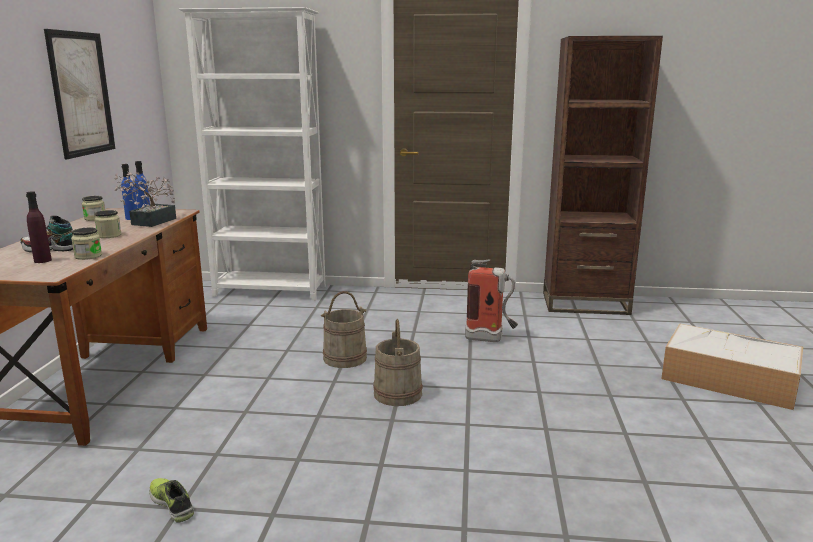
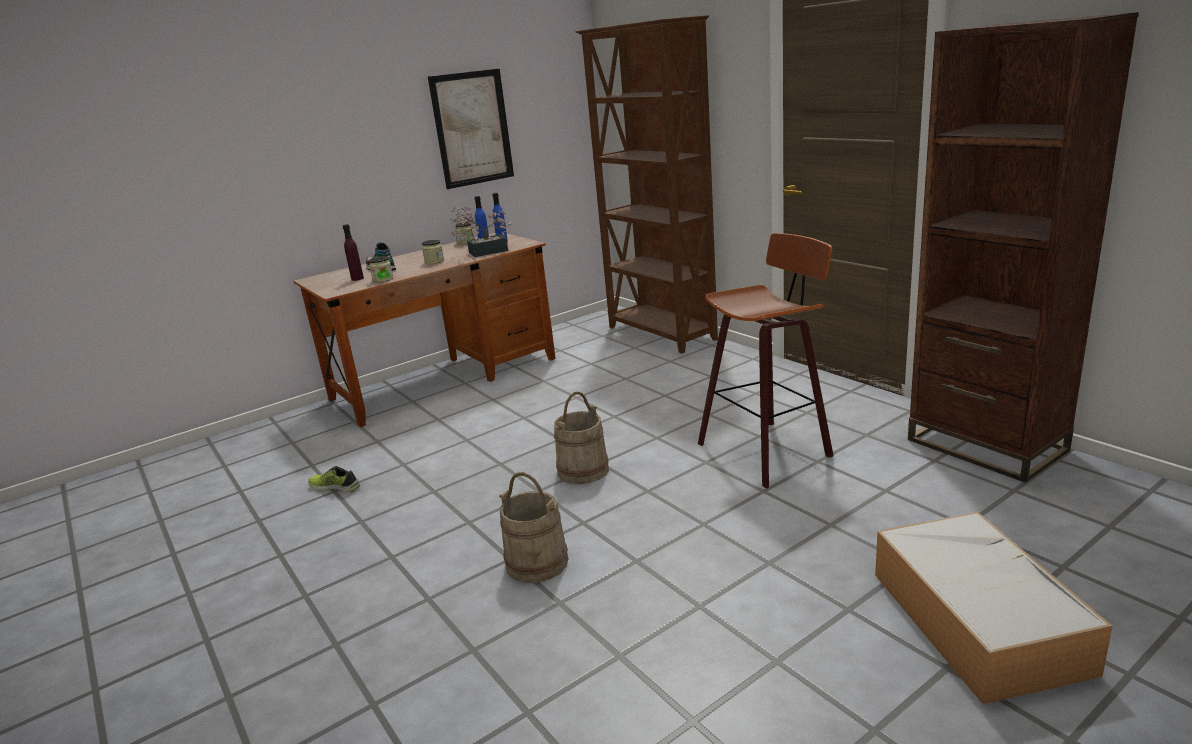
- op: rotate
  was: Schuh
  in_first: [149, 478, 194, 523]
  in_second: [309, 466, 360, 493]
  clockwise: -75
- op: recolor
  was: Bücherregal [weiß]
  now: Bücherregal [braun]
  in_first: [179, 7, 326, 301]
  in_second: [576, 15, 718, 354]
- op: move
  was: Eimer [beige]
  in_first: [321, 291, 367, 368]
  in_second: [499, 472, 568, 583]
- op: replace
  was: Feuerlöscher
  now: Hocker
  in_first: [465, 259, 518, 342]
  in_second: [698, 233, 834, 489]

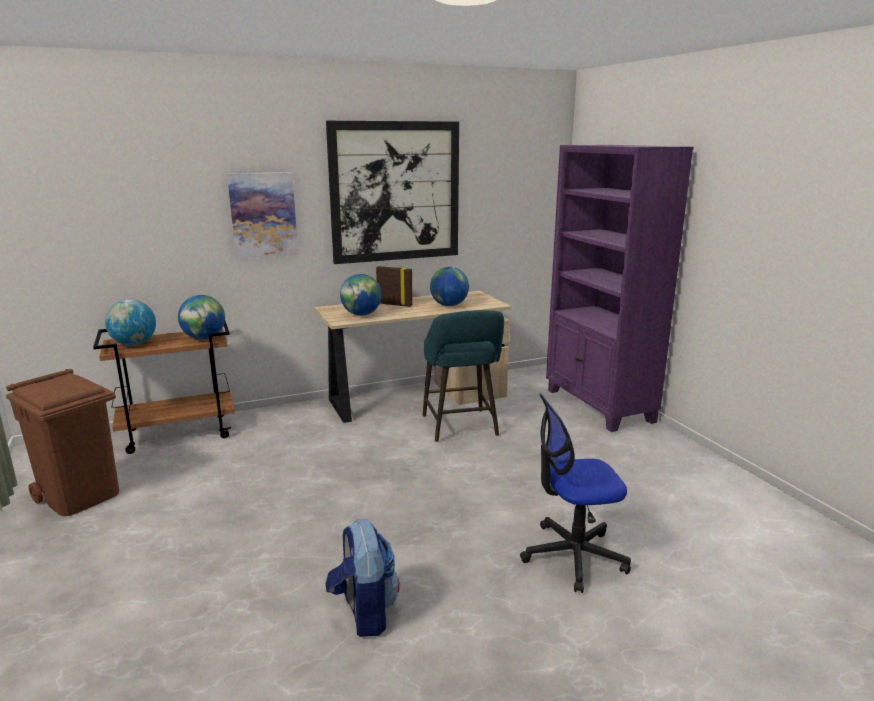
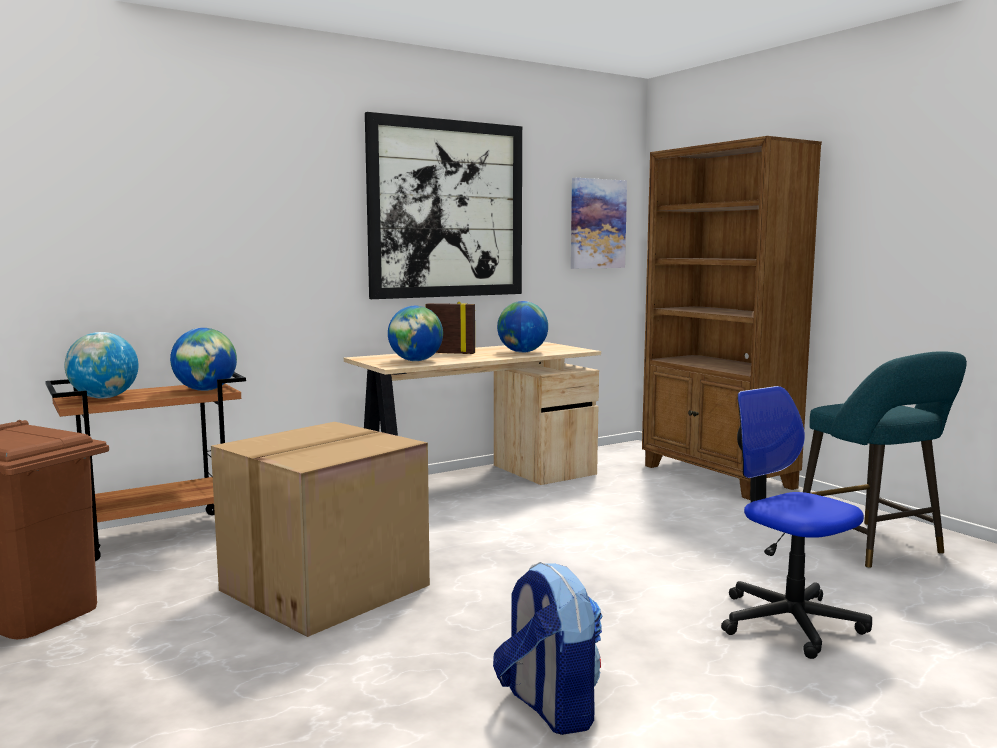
- op: move
  was: Bild
  in_first: [227, 172, 298, 259]
  in_second: [571, 178, 627, 269]
- op: move
  was: Hocker [türkis]
  in_first: [423, 310, 504, 442]
  in_second: [803, 351, 967, 569]
- op: rotate
  was: Bürostuhl
  in_first: [520, 393, 631, 593]
  in_second: [721, 386, 872, 659]
  clockwise: 75
- op: recolor
  was: Bücherregal [lila]
  now: Bücherregal [braun]
  in_first: [546, 145, 694, 432]
  in_second: [642, 136, 822, 500]
- op: insert
  now: Karton
  in_second: [211, 422, 430, 637]

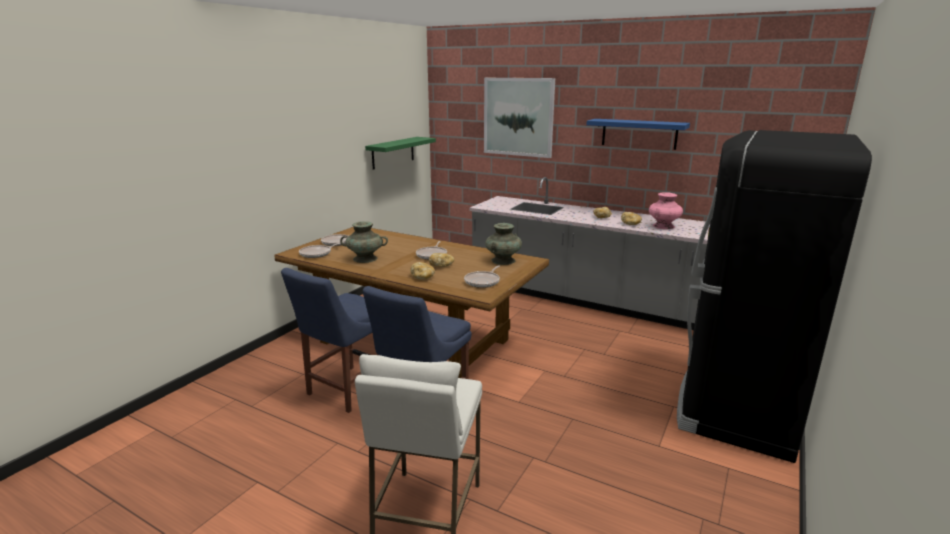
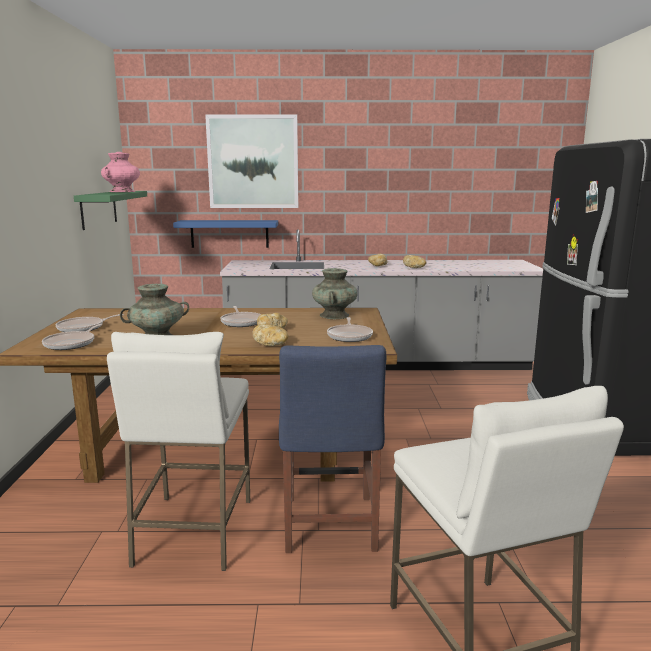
- op: replace
  was: Stuhl [blau]
  now: Hocker [weiß]
  in_first: [281, 268, 372, 413]
  in_second: [107, 332, 251, 571]
- op: move
  was: Wandregal [blau]
  in_first: [586, 119, 690, 150]
  in_second: [173, 220, 278, 248]
- op: move
  was: Vase [rosa]
  in_first: [649, 192, 683, 229]
  in_second: [101, 152, 140, 192]

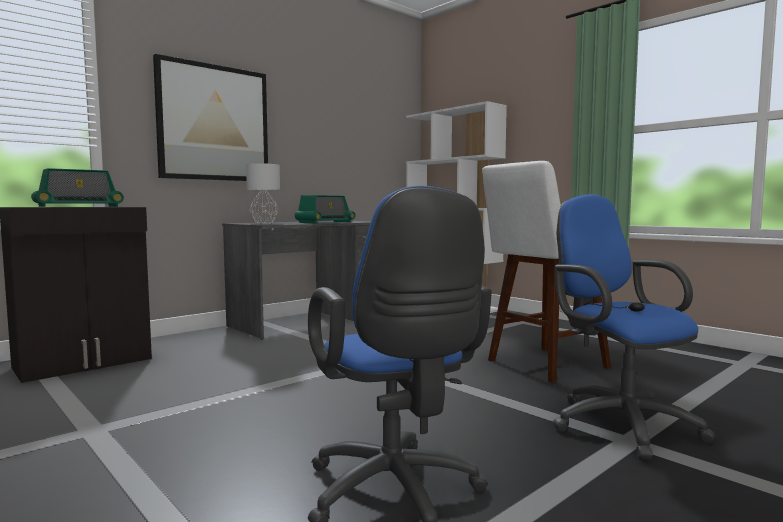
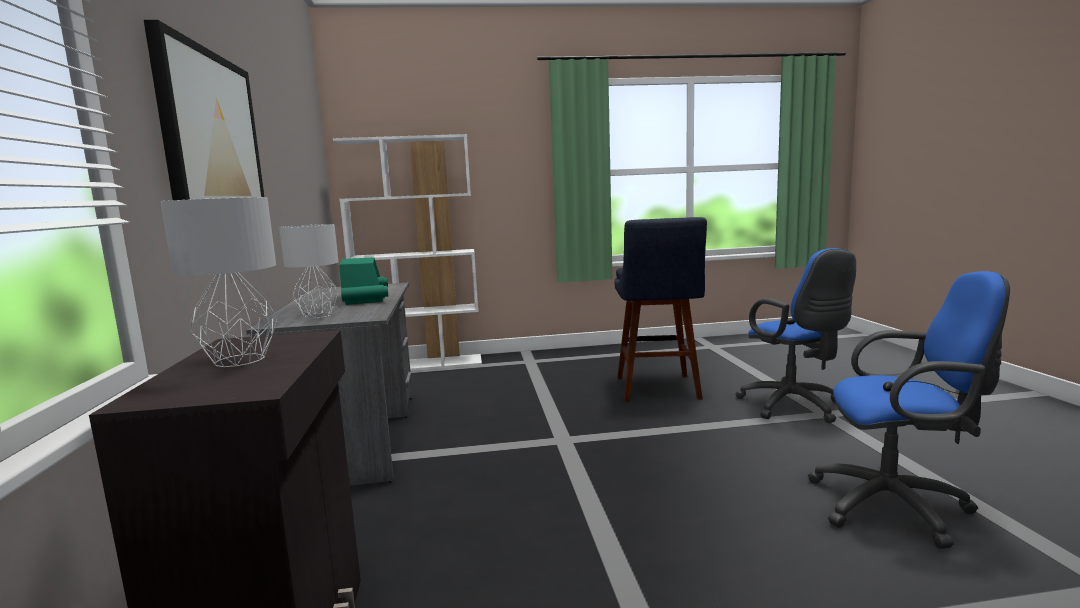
- op: replace
  was: Radio
  now: Tischlampe [grau]
  in_first: [31, 168, 124, 207]
  in_second: [160, 197, 277, 367]
- op: recolor
  was: Hocker [weiß]
  now: Hocker [blau]
  in_first: [482, 161, 611, 383]
  in_second: [615, 217, 707, 402]
- op: rotate
  was: Bürostuhl [blau]
  in_first: [553, 194, 715, 461]
  in_second: [735, 248, 856, 423]
  clockwise: -120

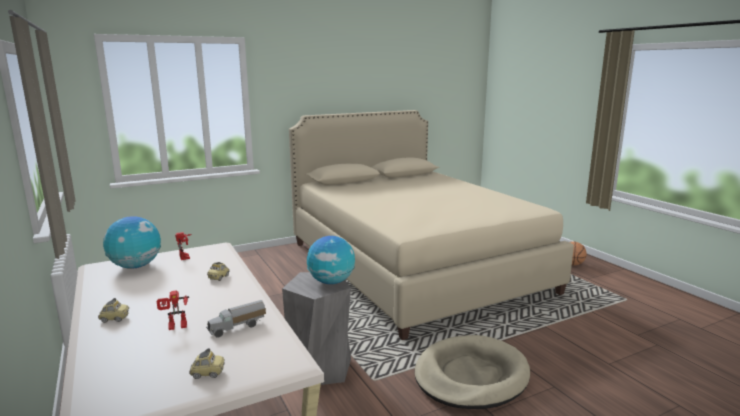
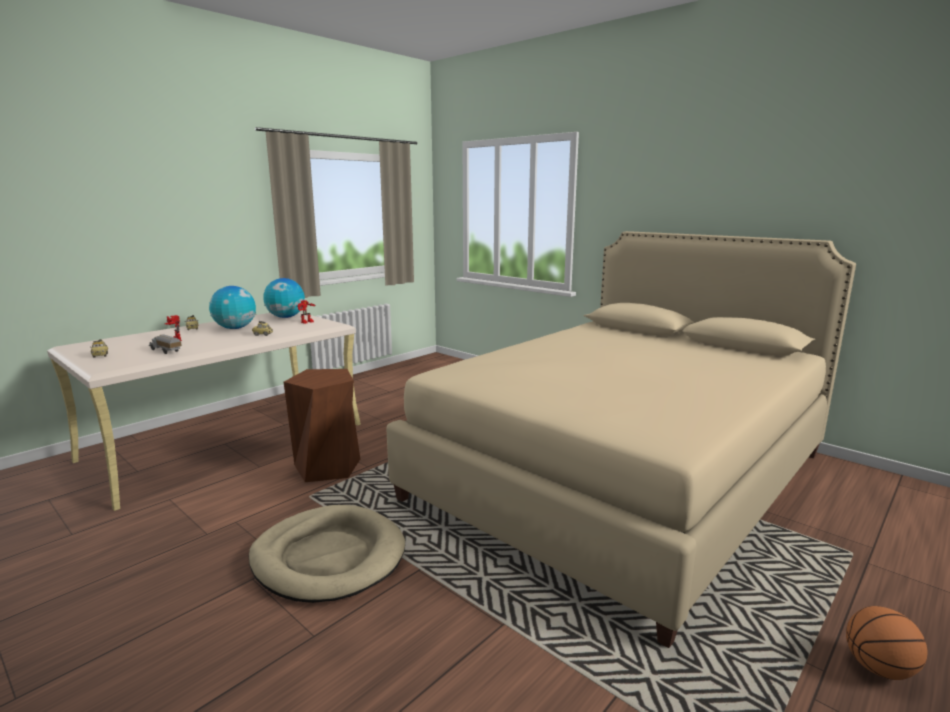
- op: recolor
  was: Hocker [grau]
  now: Hocker [braun]
  in_first: [282, 272, 351, 385]
  in_second: [284, 369, 360, 482]
- op: move
  was: Globus
  in_first: [307, 236, 355, 284]
  in_second: [209, 286, 256, 329]

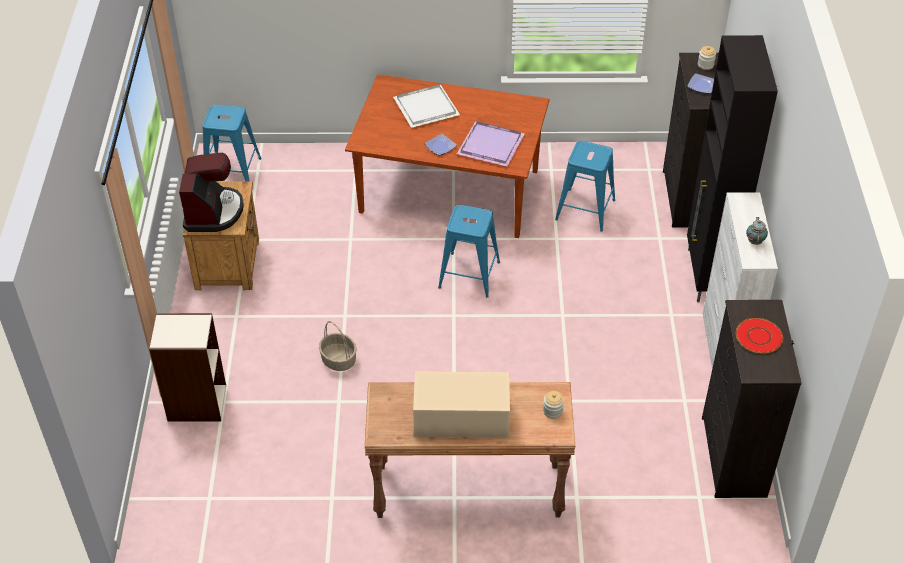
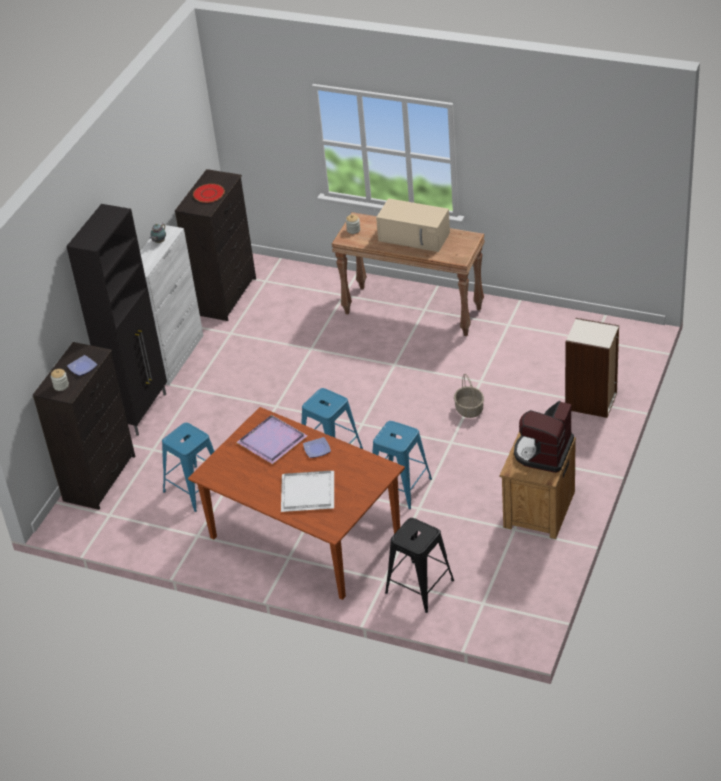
- op: move
  was: Hocker [blau]
  in_first: [203, 105, 261, 181]
  in_second: [372, 421, 432, 509]
- op: insert
  now: Hocker [schwarz]
  in_second: [385, 518, 454, 613]

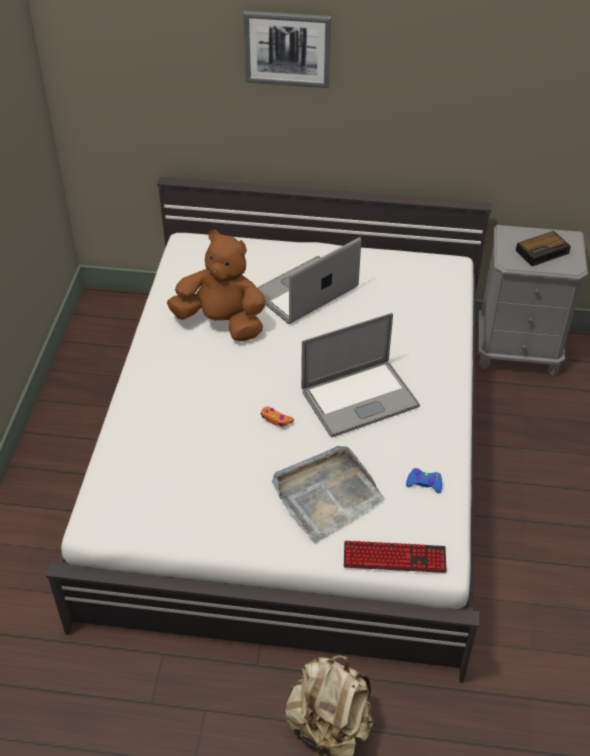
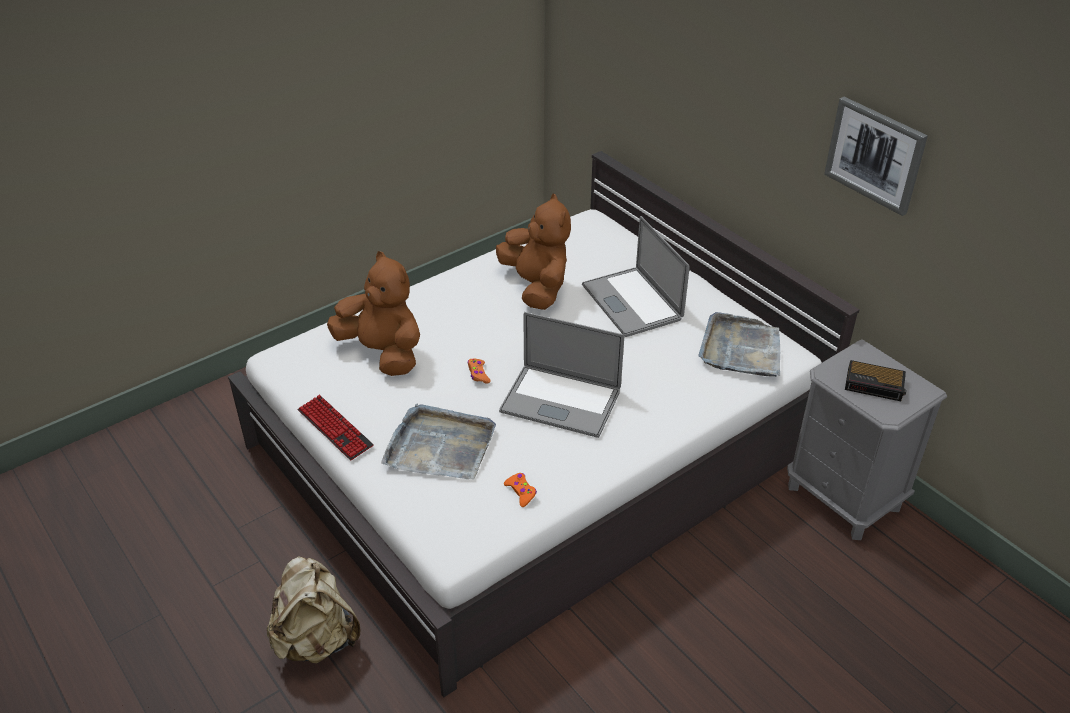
- op: move
  was: Bild
  in_first: [243, 11, 331, 88]
  in_second: [824, 97, 928, 216]
- op: rotate
  was: Laptop
  in_first: [257, 237, 361, 324]
  in_second: [582, 216, 690, 337]
  clockwise: -120
- op: move
  was: Tastatur
  in_first: [344, 540, 447, 573]
  in_second: [298, 395, 374, 460]
- op: recolor
  was: Gamepad [blau]
  now: Gamepad [orange]
  in_first: [406, 468, 442, 493]
  in_second: [504, 473, 537, 507]
- op: insert
  now: Plüschtier [braun]
  in_second: [327, 251, 420, 376]
- op: insert
  now: Tablett [grau]
  in_second: [698, 312, 780, 377]

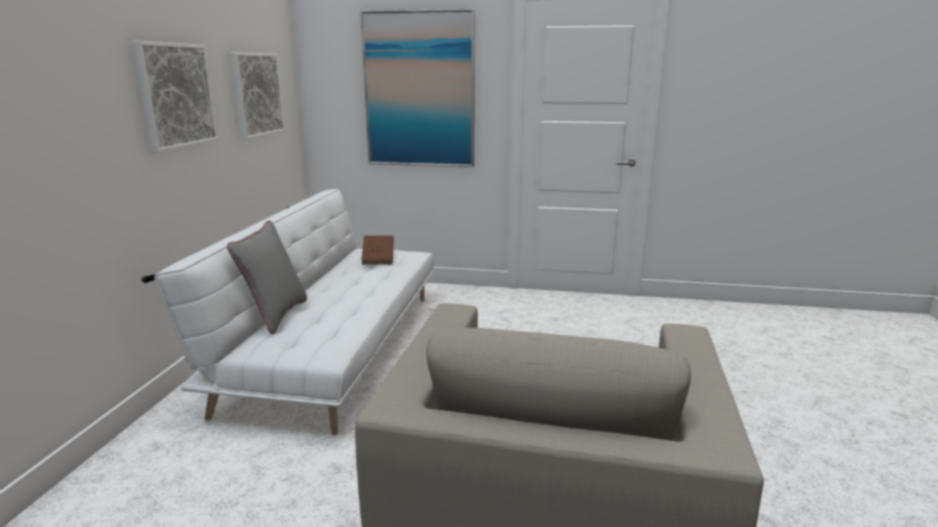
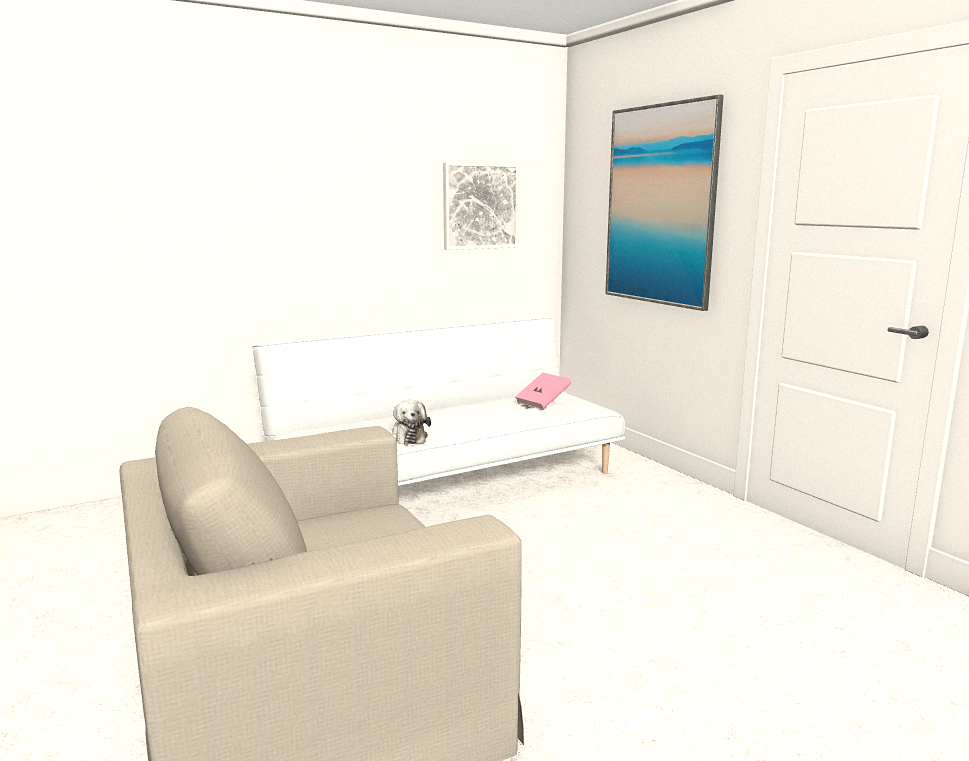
- op: delete
  was: Bild
  in_first: [132, 41, 219, 153]
- op: delete
  was: Kissen [grau]
  in_first: [227, 220, 307, 334]
- op: recolor
  was: Buch [braun]
  now: Buch [rosa]
  in_first: [361, 235, 394, 265]
  in_second: [515, 373, 571, 410]
- op: insert
  now: Plüschtier
  in_second: [392, 400, 431, 445]

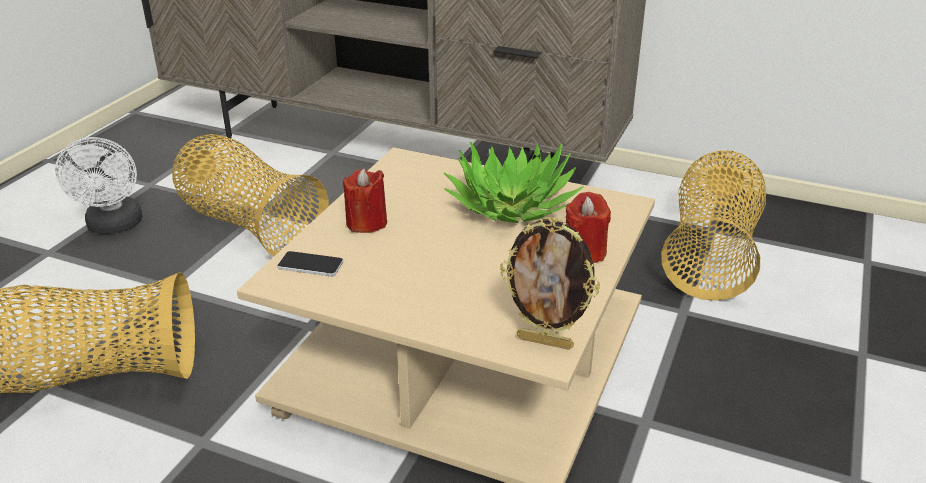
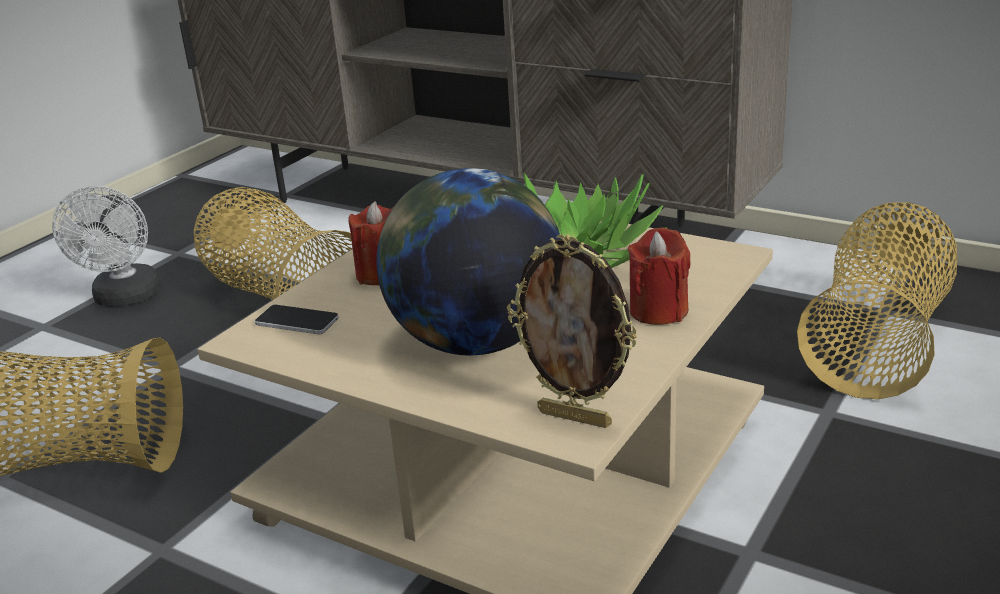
- op: insert
  now: Globus
  in_second: [376, 168, 561, 356]

